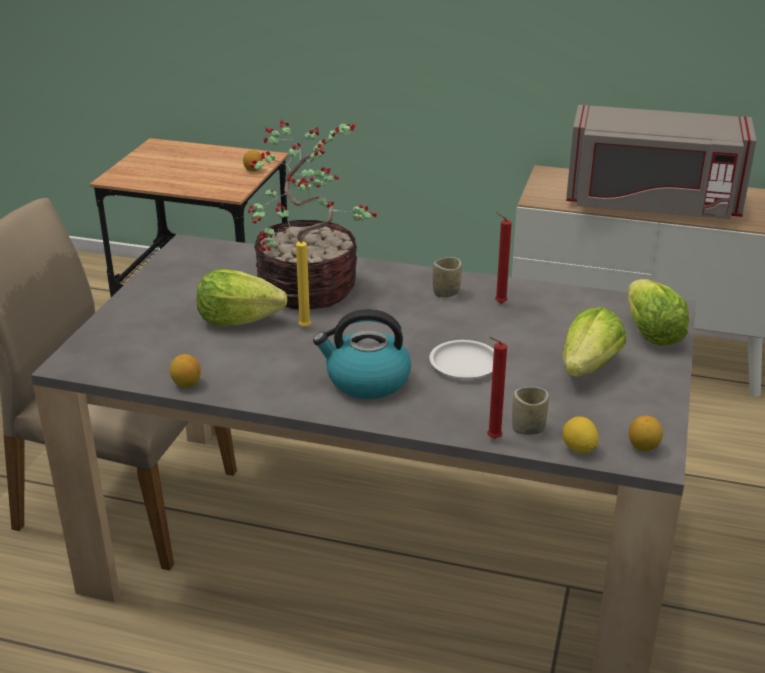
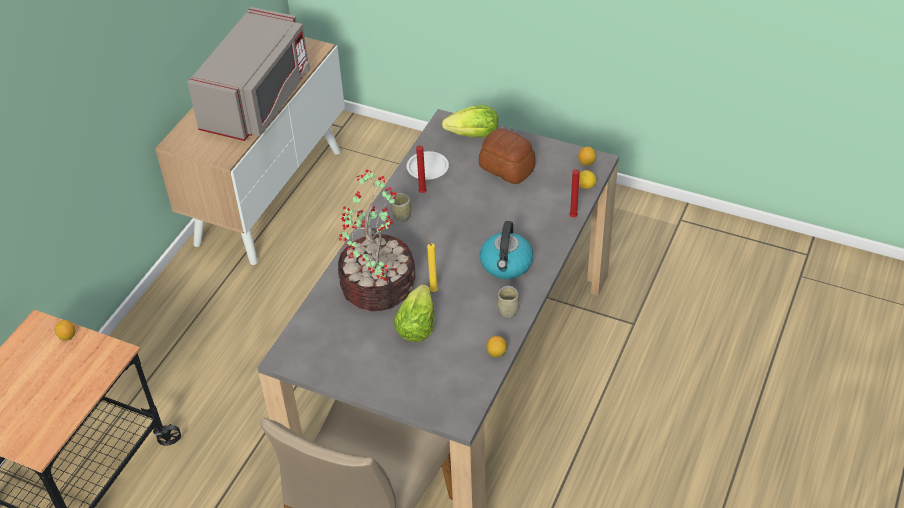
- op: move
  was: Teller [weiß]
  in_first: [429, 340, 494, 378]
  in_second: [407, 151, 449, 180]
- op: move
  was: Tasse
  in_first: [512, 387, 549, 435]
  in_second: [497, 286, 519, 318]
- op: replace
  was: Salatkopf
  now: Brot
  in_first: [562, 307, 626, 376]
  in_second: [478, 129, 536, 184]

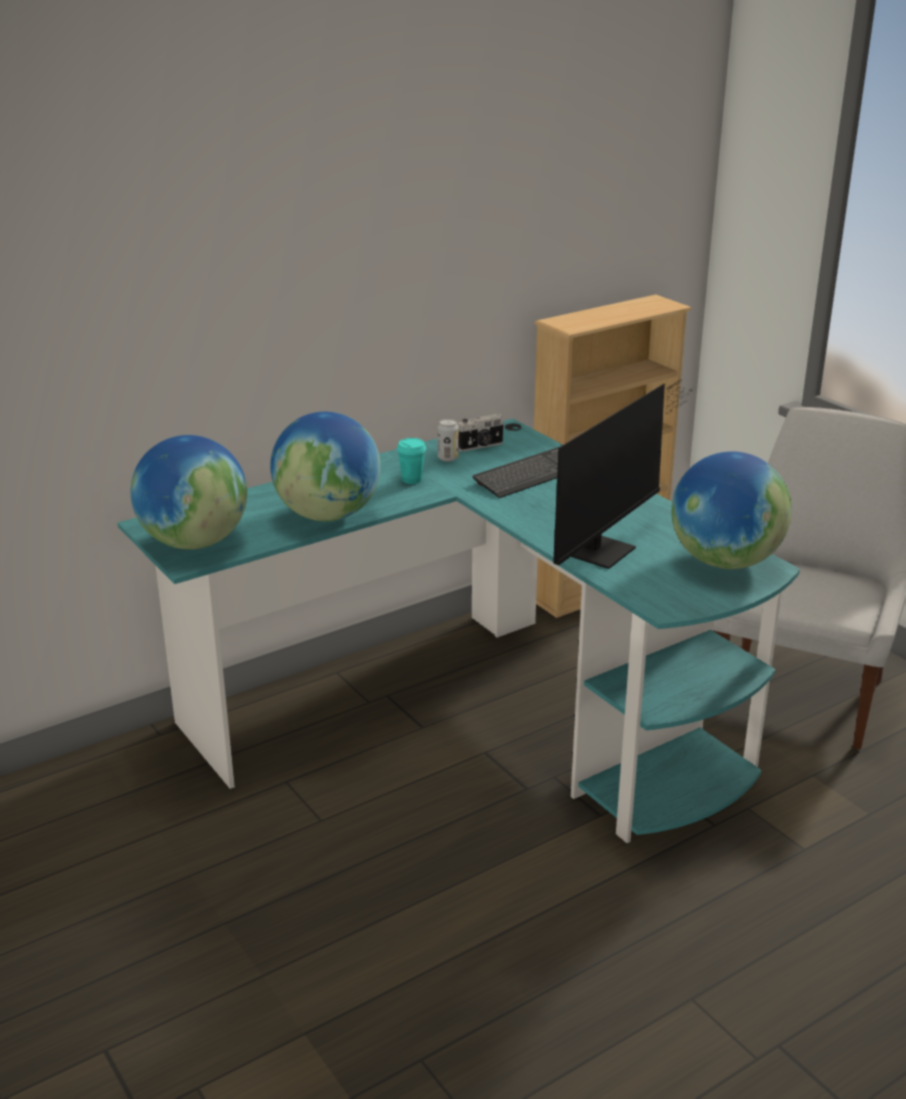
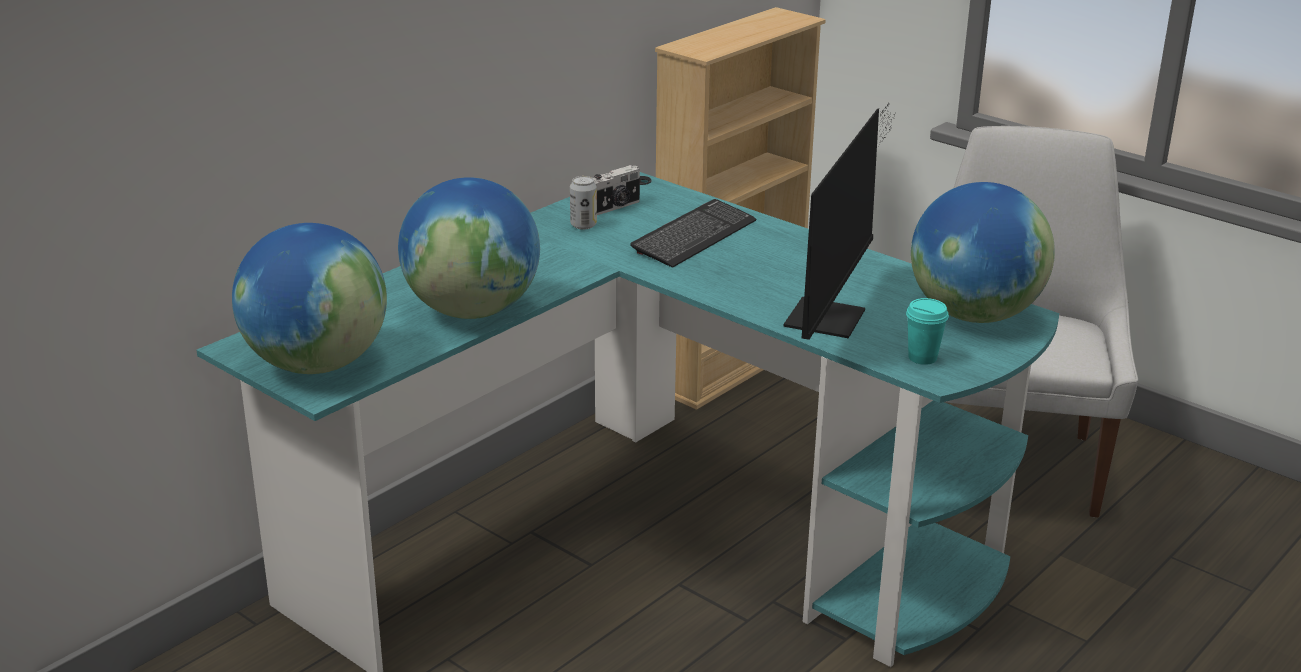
- op: move
  was: Tasse [türkis]
  in_first: [397, 438, 426, 484]
  in_second: [906, 298, 949, 365]

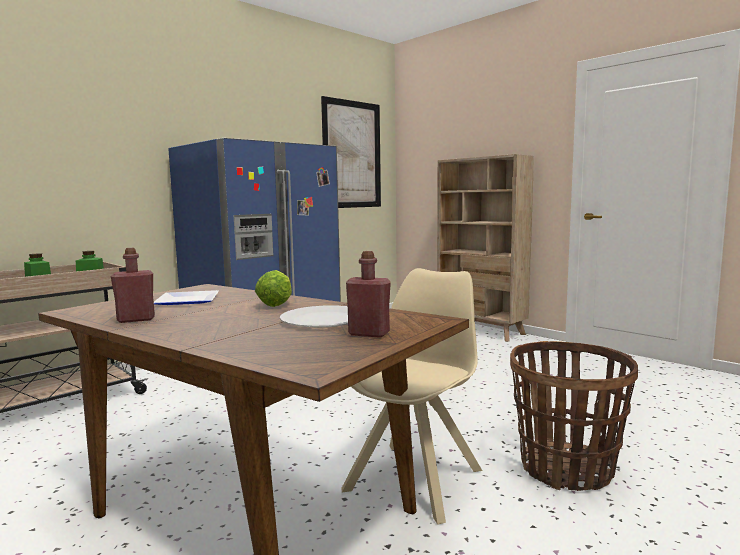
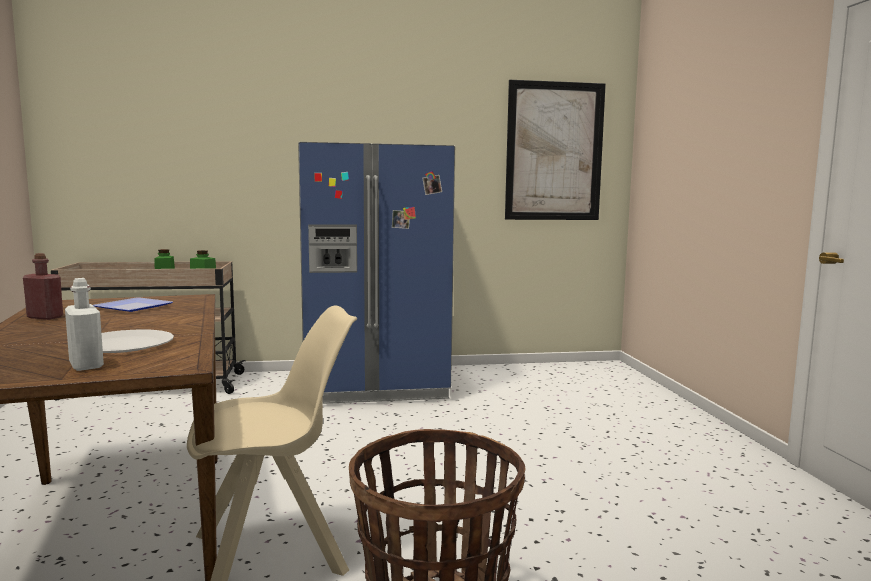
- op: delete
  was: Salatkopf
  in_first: [255, 270, 292, 307]
- op: recolor
  was: Flasche [rot]
  now: Flasche [weiß]
  in_first: [346, 251, 391, 338]
  in_second: [65, 278, 104, 371]
- op: delete
  was: Bücherregal [beige]
  in_first: [437, 154, 534, 342]

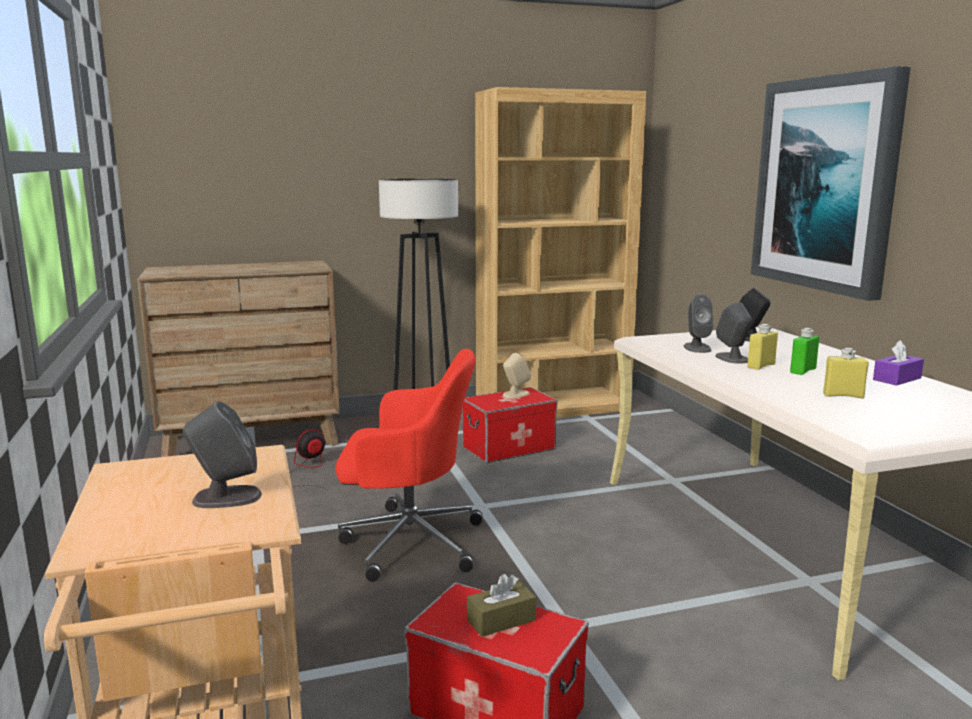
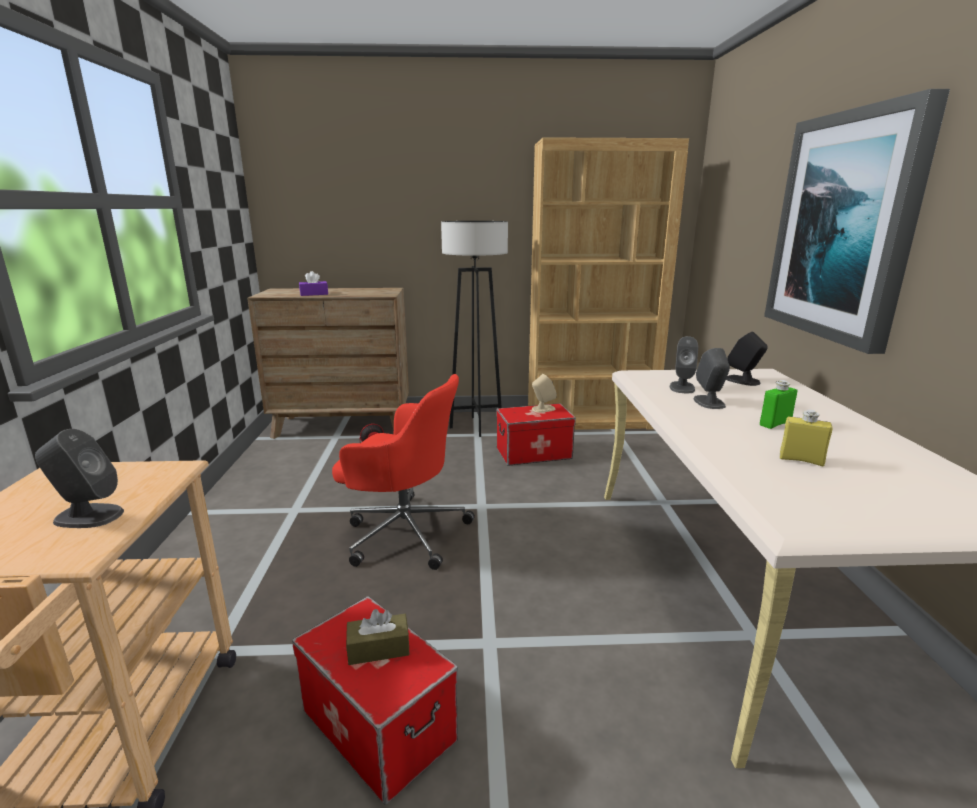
- op: delete
  was: Flasche [gelb]
  in_first: [747, 324, 778, 370]
- op: move
  was: Taschentuchbox [lila]
  in_first: [873, 340, 924, 386]
  in_second: [299, 271, 328, 296]

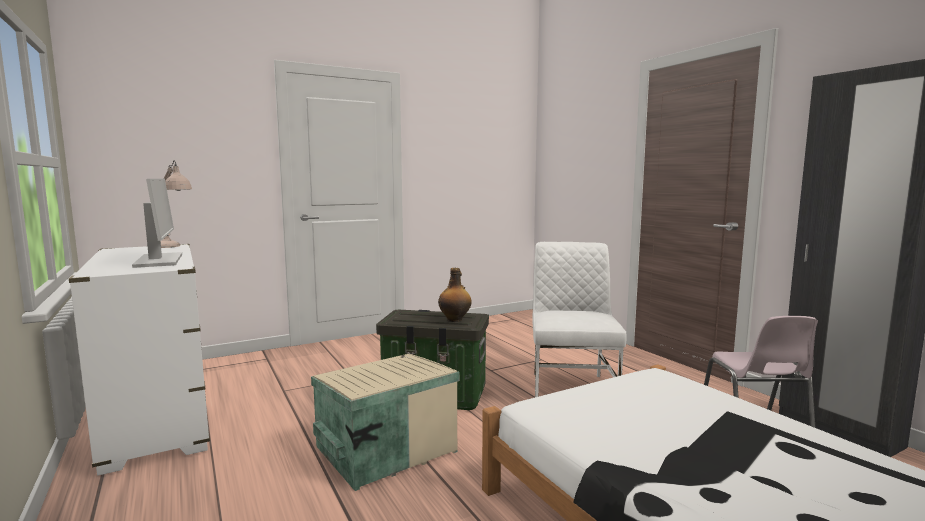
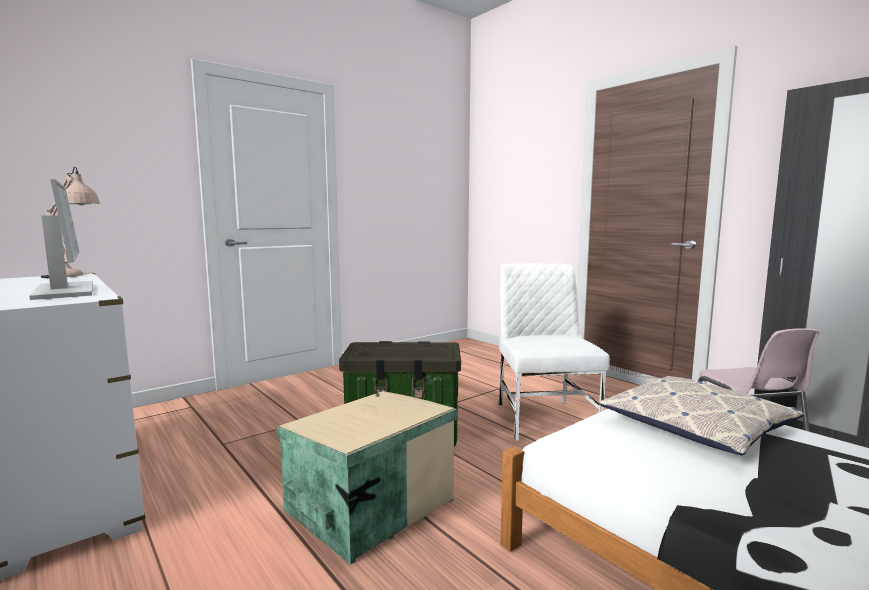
- op: delete
  was: Flasche
  in_first: [438, 268, 472, 322]
- op: insert
  now: Kissen
  in_second: [598, 376, 804, 456]

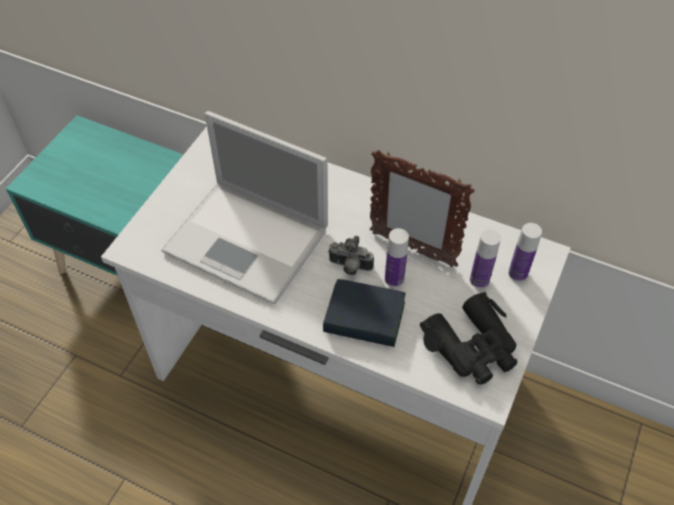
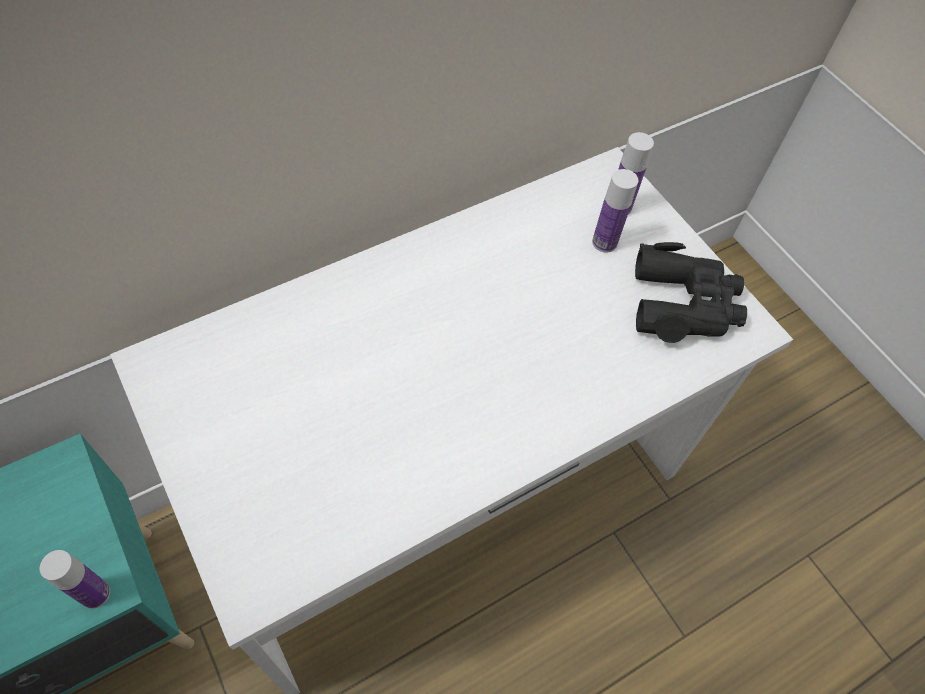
- op: delete
  was: Laptop
  in_first: [161, 111, 328, 305]
- op: delete
  was: Buch
  in_first: [323, 279, 406, 347]
- op: delete
  was: Kamera
  in_first: [328, 236, 374, 275]
- op: delete
  was: Bilderrahmen
  in_first: [370, 150, 475, 267]
- op: move
  was: Flasche
  in_first: [385, 228, 409, 287]
  in_second: [40, 550, 110, 609]

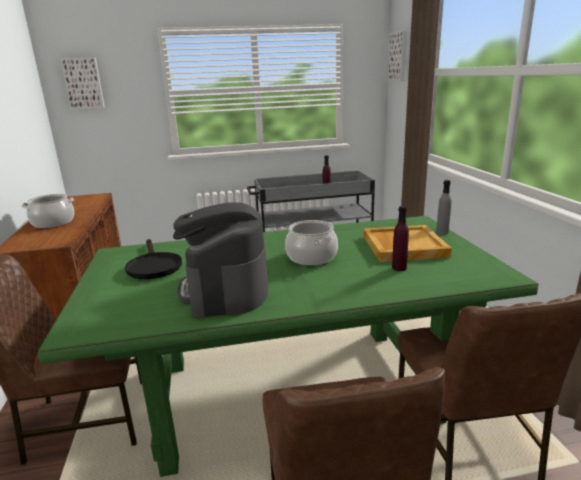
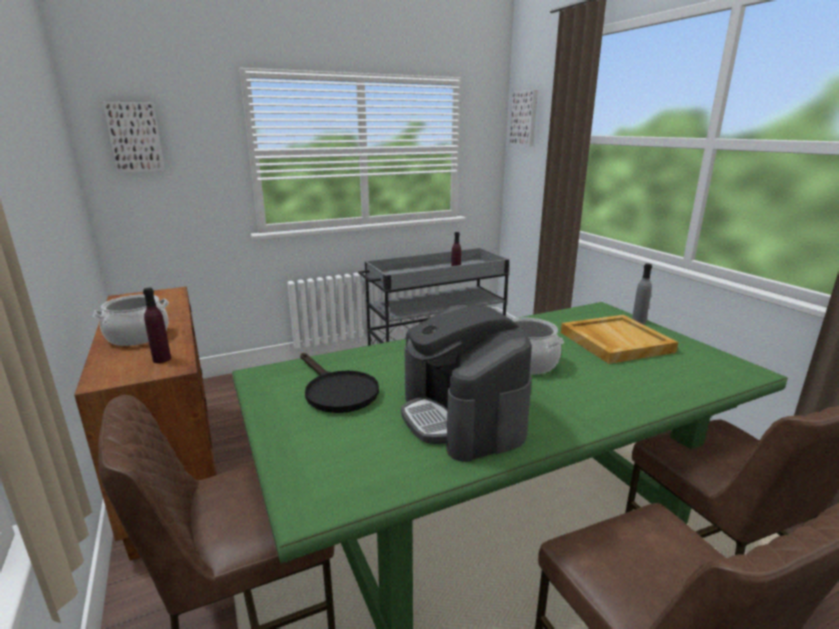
- op: move
  was: Flasche [lila]
  in_first: [392, 206, 409, 271]
  in_second: [143, 288, 171, 363]

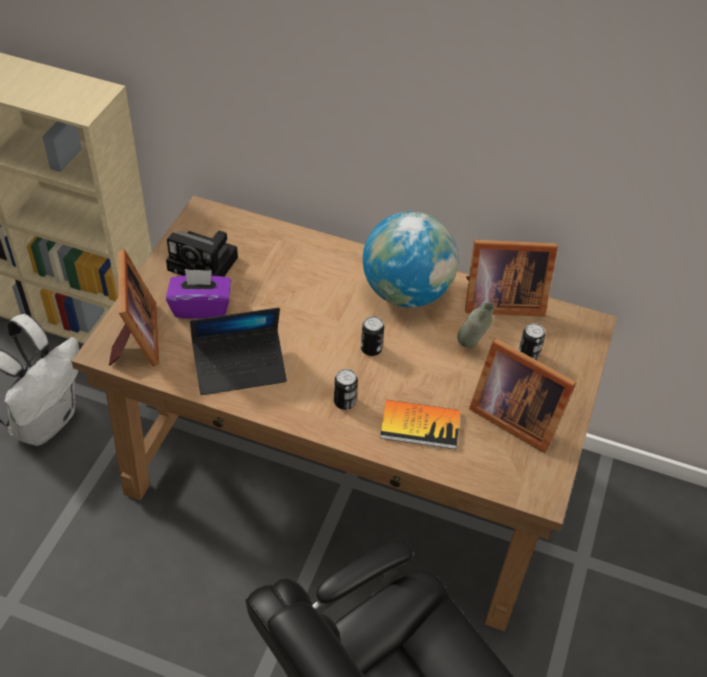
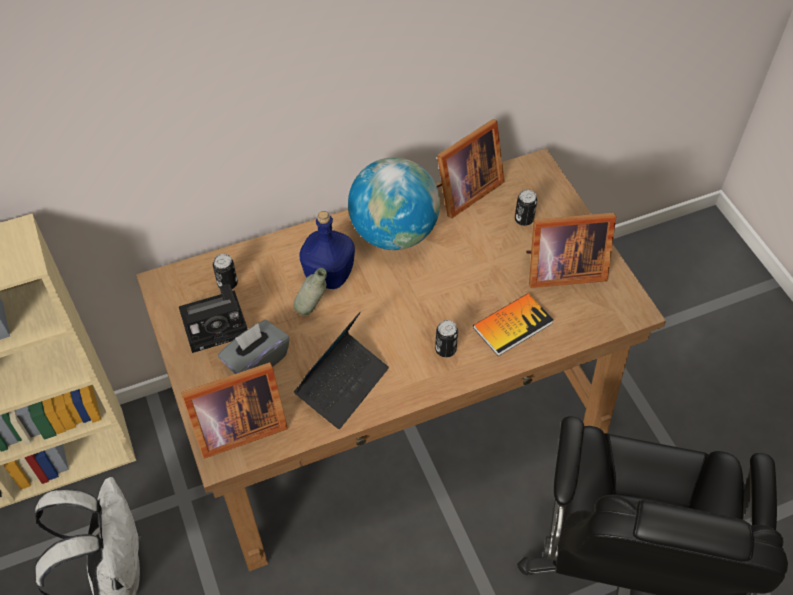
- op: rotate
  was: Bilderrahmen
  in_first: [109, 249, 159, 366]
  in_second: [181, 362, 288, 459]
  clockwise: 120
- op: recolor
  was: Taschentuchbox [lila]
  now: Taschentuchbox [grau]
  in_first: [166, 269, 231, 319]
  in_second: [218, 320, 290, 374]
- op: move
  was: Dose
  in_first: [361, 316, 384, 356]
  in_second: [213, 254, 238, 289]
- op: move
  was: Flasche [grau]
  in_first: [457, 303, 494, 348]
  in_second: [294, 268, 327, 315]
- op: insert
  now: Flasche [blau]
  in_second: [299, 211, 355, 289]

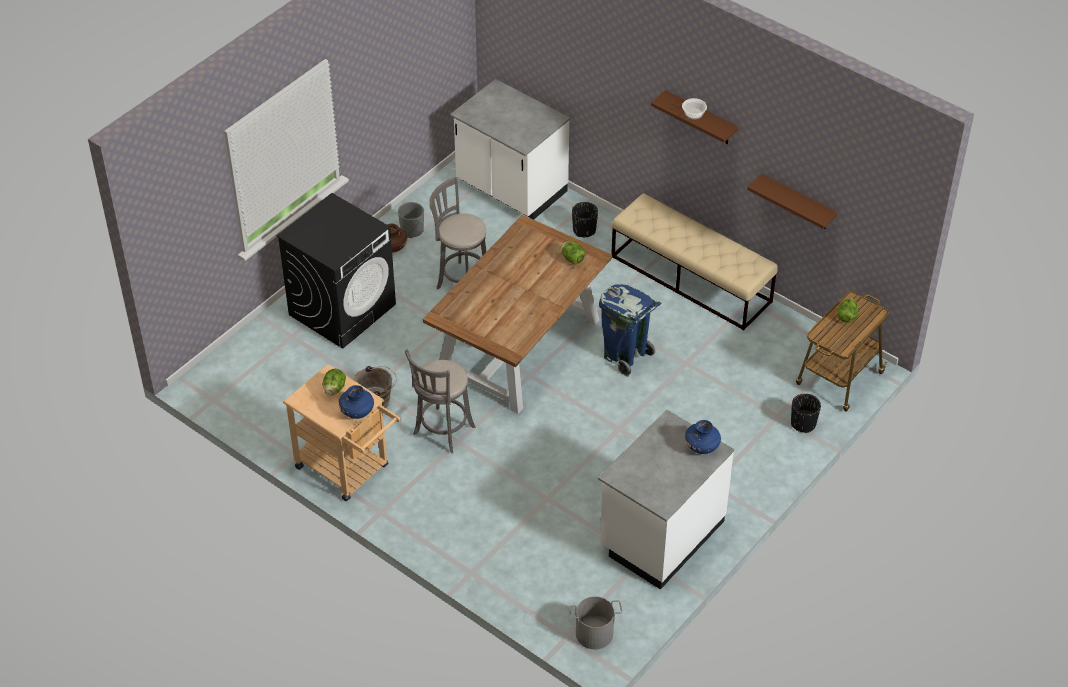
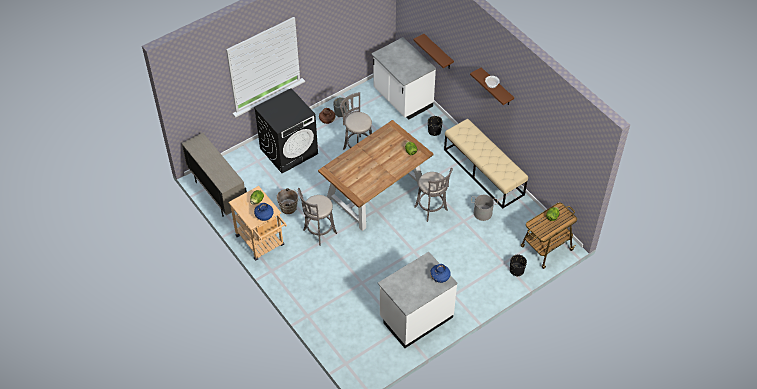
- op: move
  was: Eimer [grau]
  in_first: [568, 596, 622, 650]
  in_second: [471, 195, 498, 221]
- op: replace
  was: Mülleimer [blau]
  now: Hocker [grau]
  in_first: [599, 284, 662, 377]
  in_second: [414, 168, 453, 222]
- op: move
  was: Wandregal [braun]
  in_first: [747, 174, 838, 229]
  in_second: [413, 34, 454, 69]
- op: insert
  now: Schrank [beige]
  in_second: [182, 133, 247, 217]

